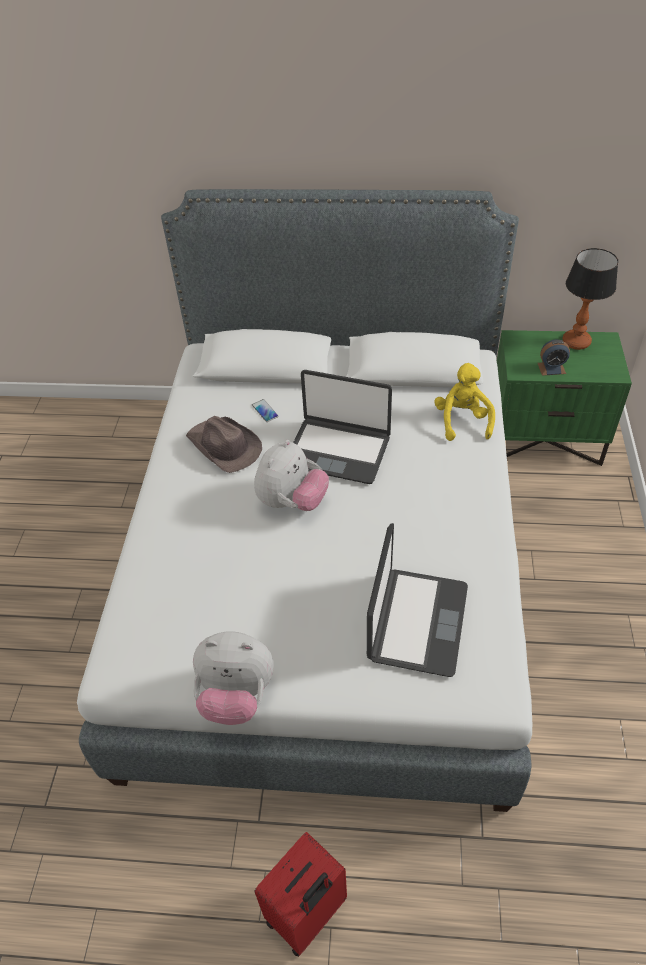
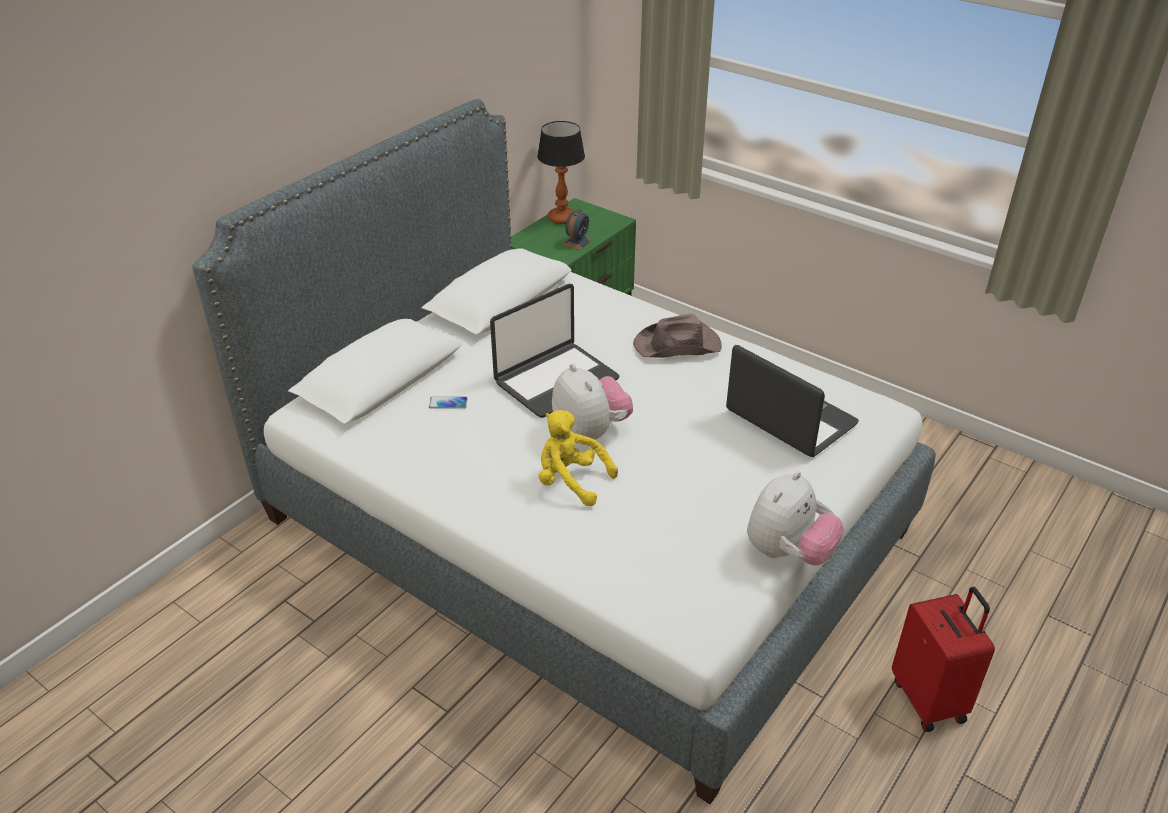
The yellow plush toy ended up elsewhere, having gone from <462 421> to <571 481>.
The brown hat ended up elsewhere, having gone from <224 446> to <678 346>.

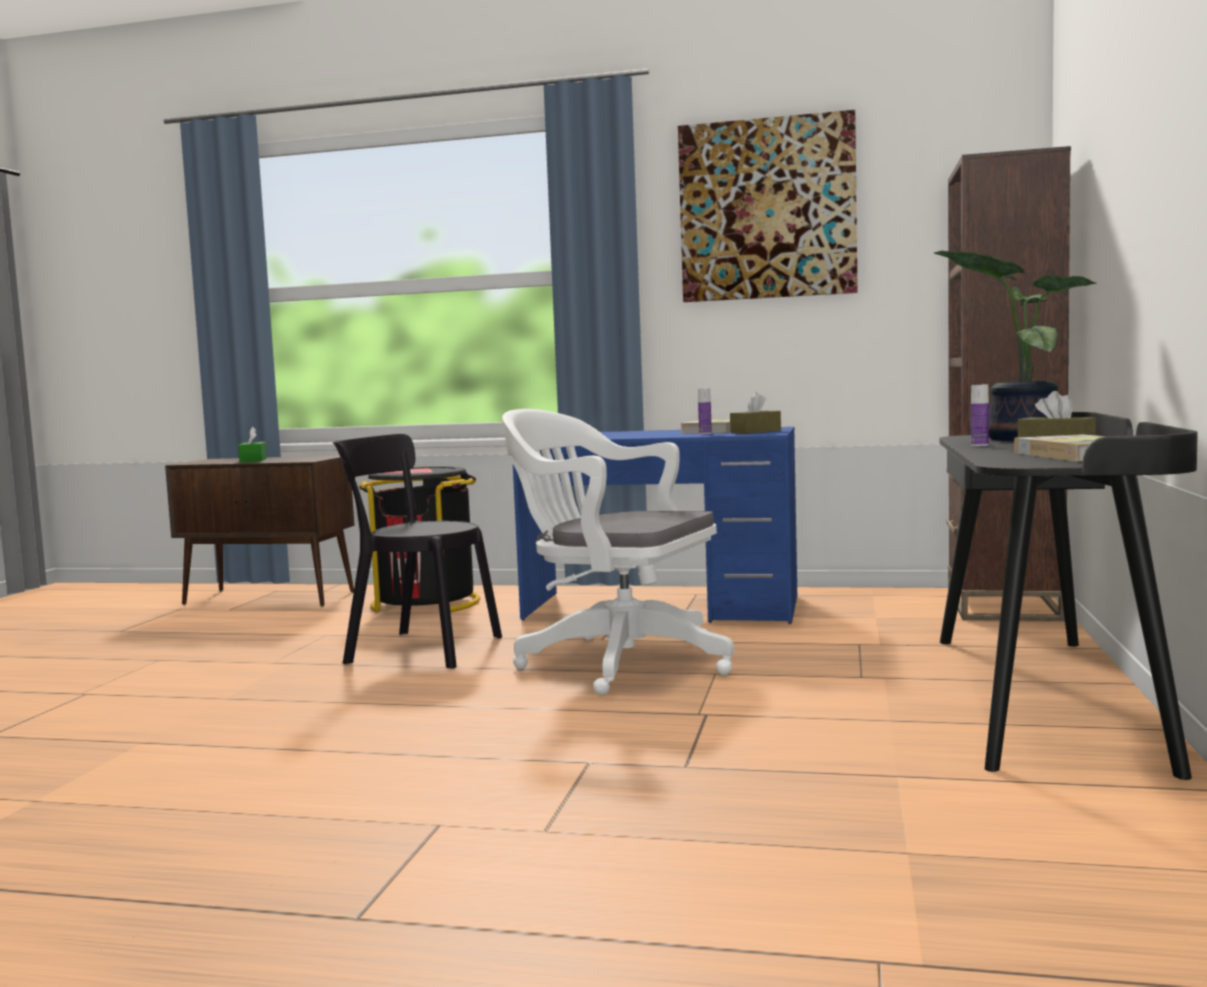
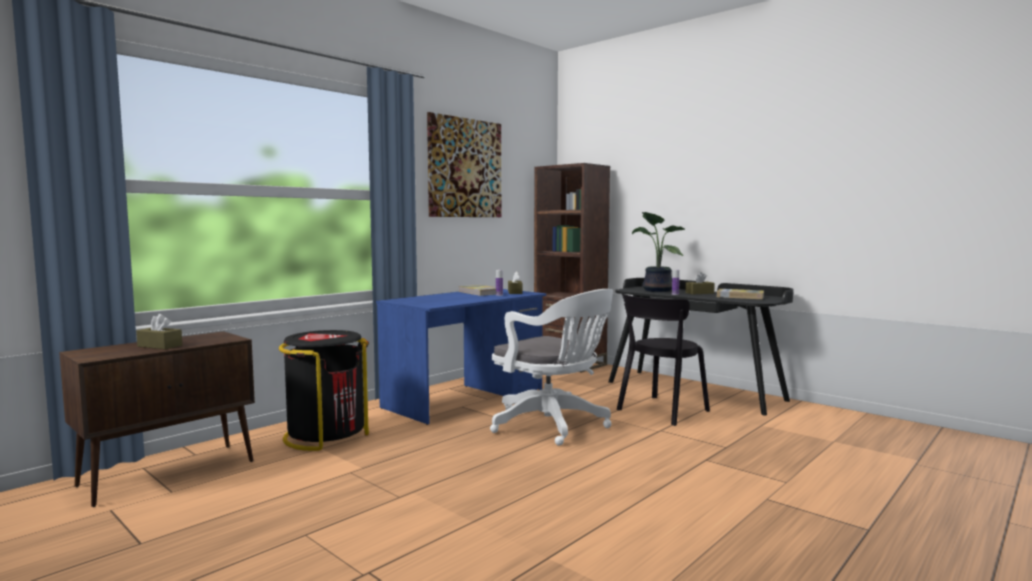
The white office chair at <616 661> ended up facing another way, 105 degrees counterclockwise from before.
What was the green tissue box at <253 460> turned into the brown tissue box at <160 346>.
The black chair ended up elsewhere, having gone from <418 649> to <660 411>.

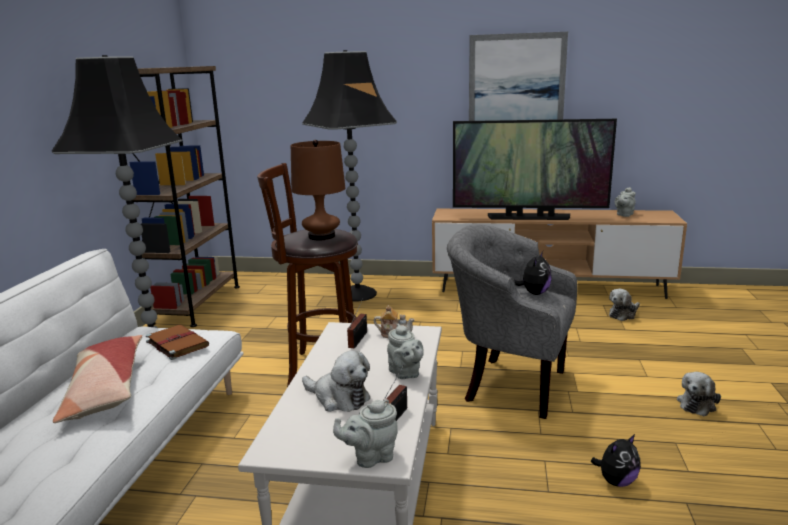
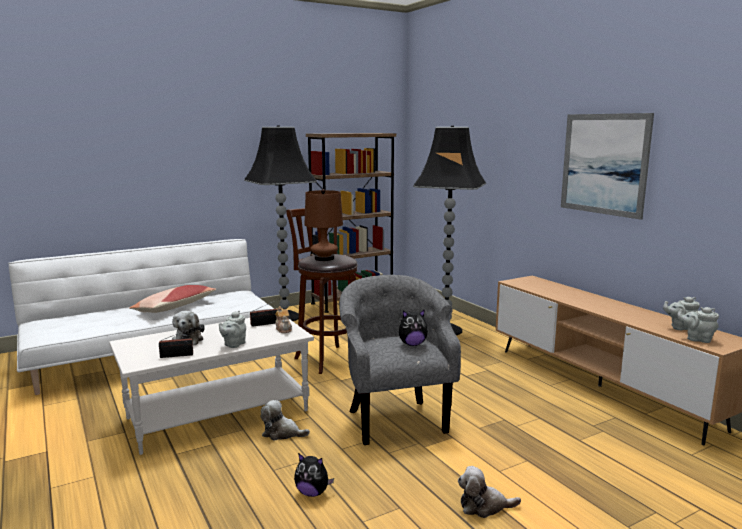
The second view lost the television at <529 217>.
The plush toy ended up elsewhere, having gone from <623 314> to <282 433>.
The second view lost the brown book at <176 343>.
The grey teapot ended up elsewhere, having gone from <370 457> to <697 339>.

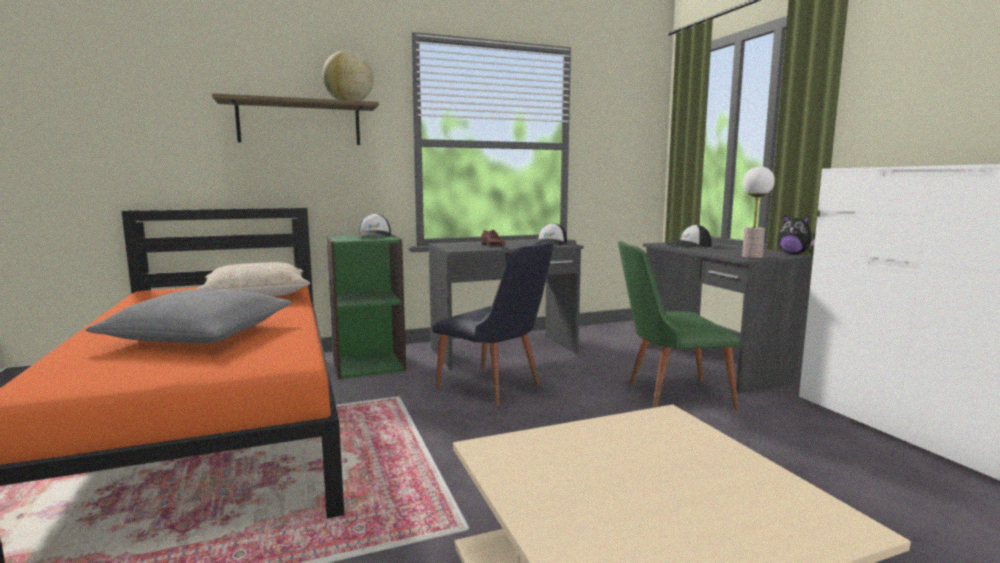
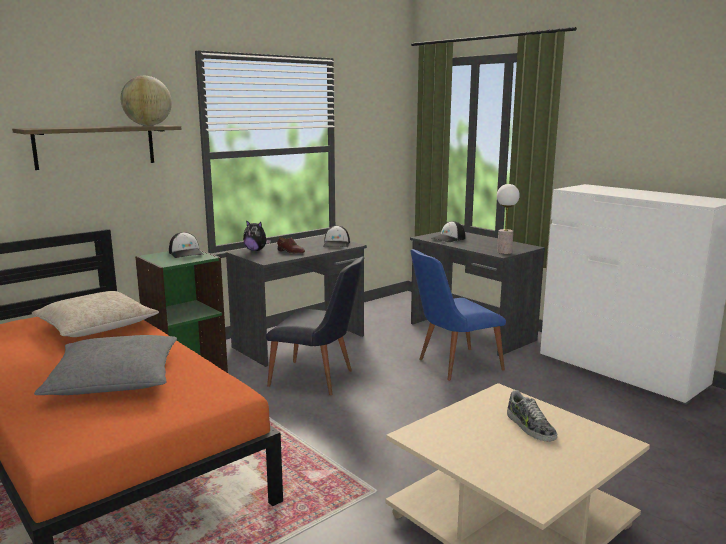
The plush toy ended up elsewhere, having gone from <793 254> to <256 250>.
What was the green chair at <668 394> turned into the blue chair at <452 365>.
The second view gained the shoe at <530 427>.

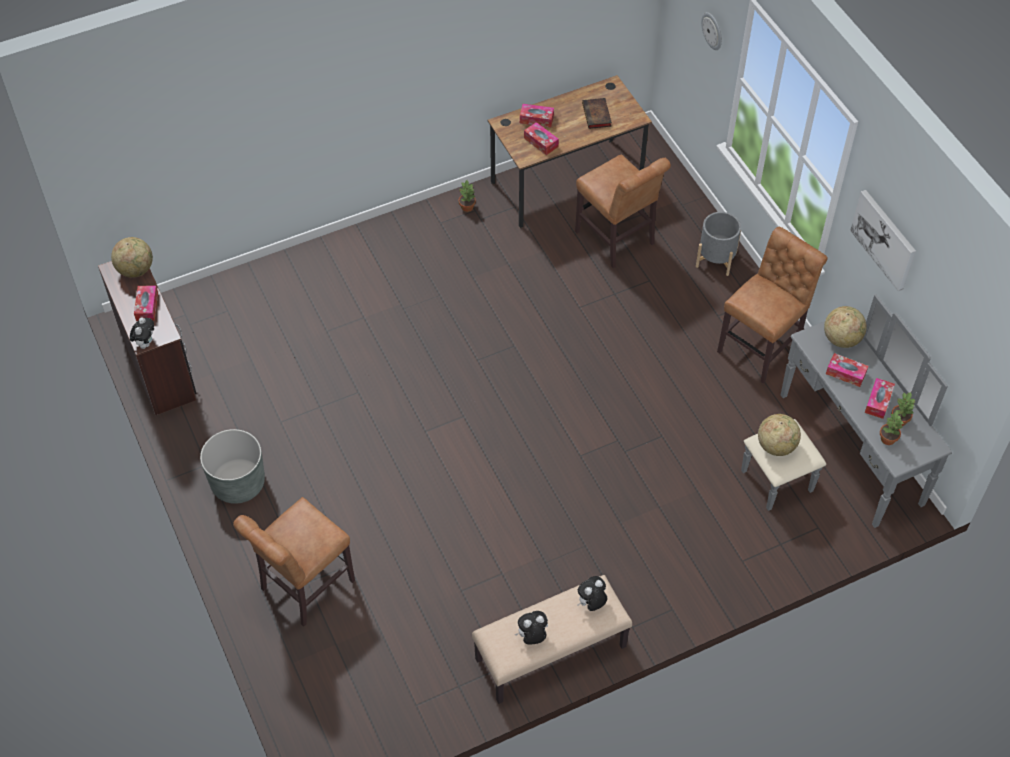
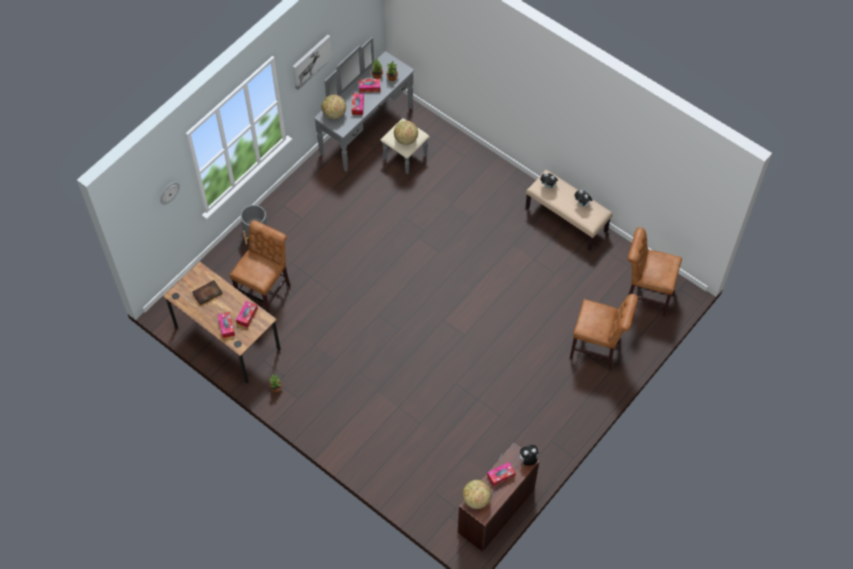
The brown chair ended up elsewhere, having gone from <762 346> to <645 294>.
The second view lost the grey planter at <238 483>.

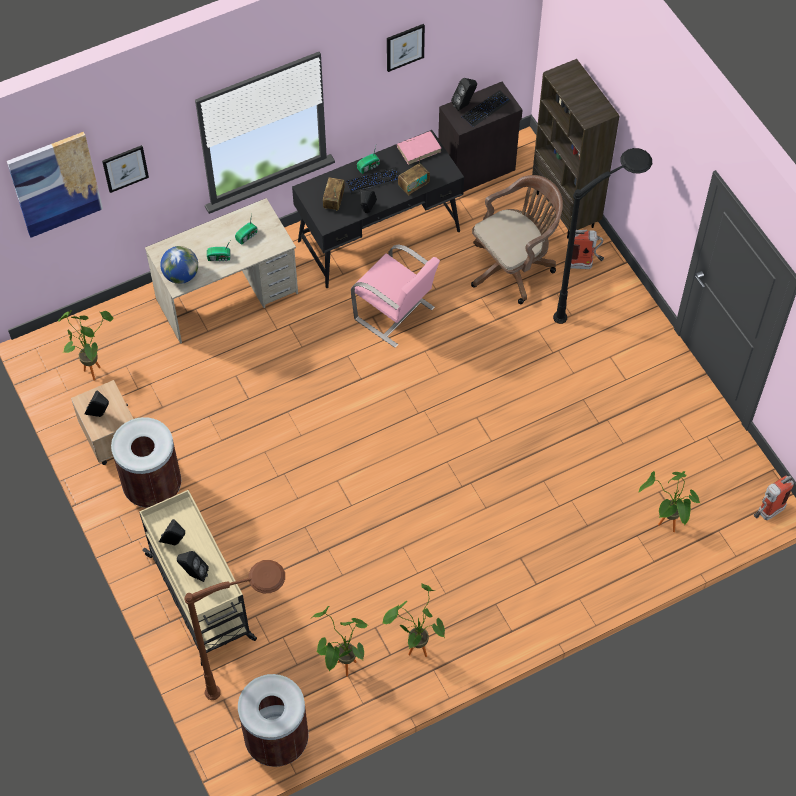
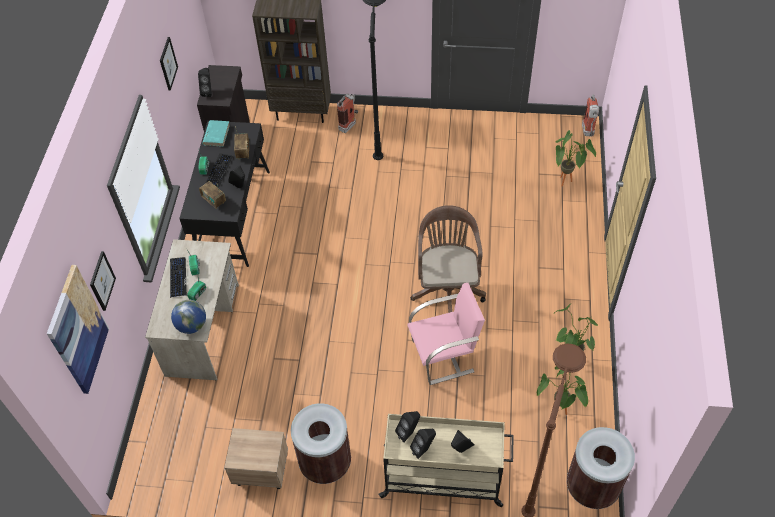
The keyboard ended up elsewhere, having gone from <486 109> to <178 277>.
What was the pink book at <419 149> turned into the turquoise book at <216 134>.
The brown office chair ended up elsewhere, having gone from <514 266> to <447 287>.
The pink chair ended up elsewhere, having gone from <395 314> to <444 355>.
The second view lost the potted plant at <93 368>.
The black speaker ended up elsewhere, having gone from <100 414> to <409 433>.

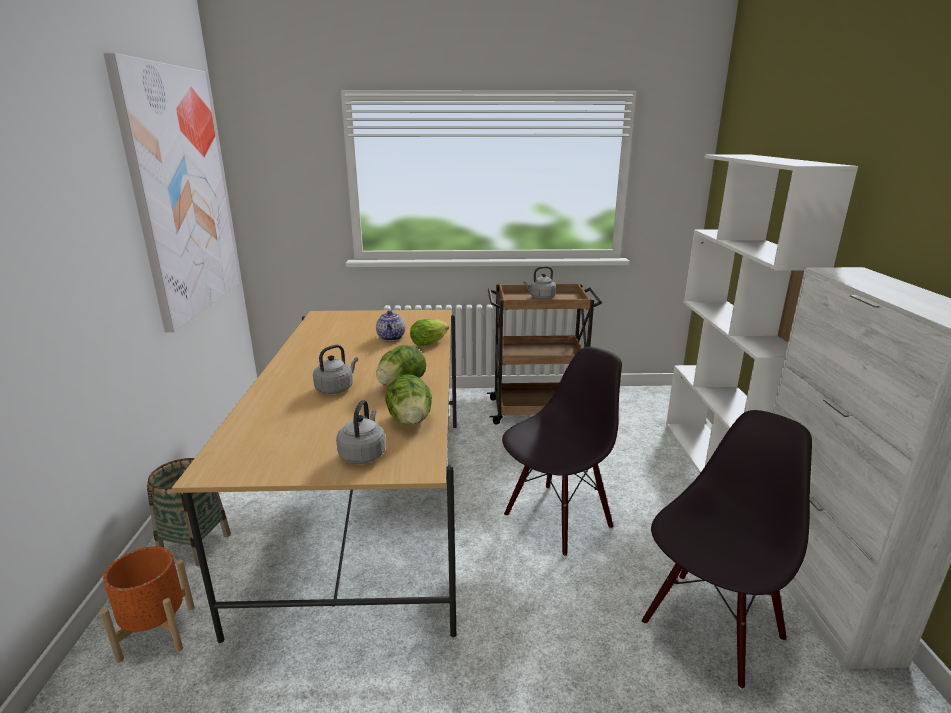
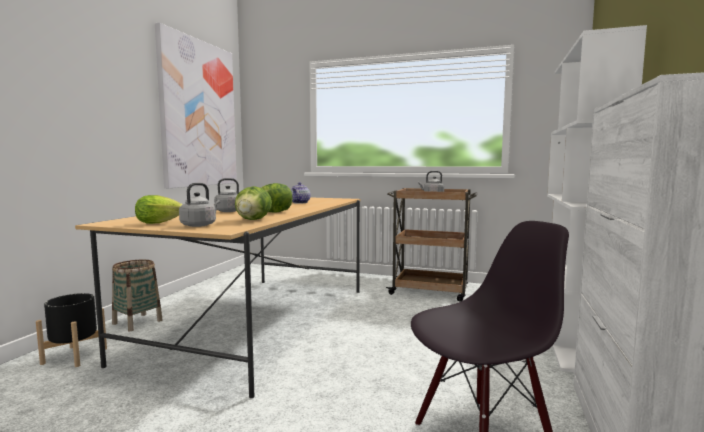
The lettuce ended up elsewhere, having gone from <430 343> to <161 223>.
The second view lost the black chair at <557 519>.
What was the orange planter at <157 633> turned into the black planter at <74 356>.

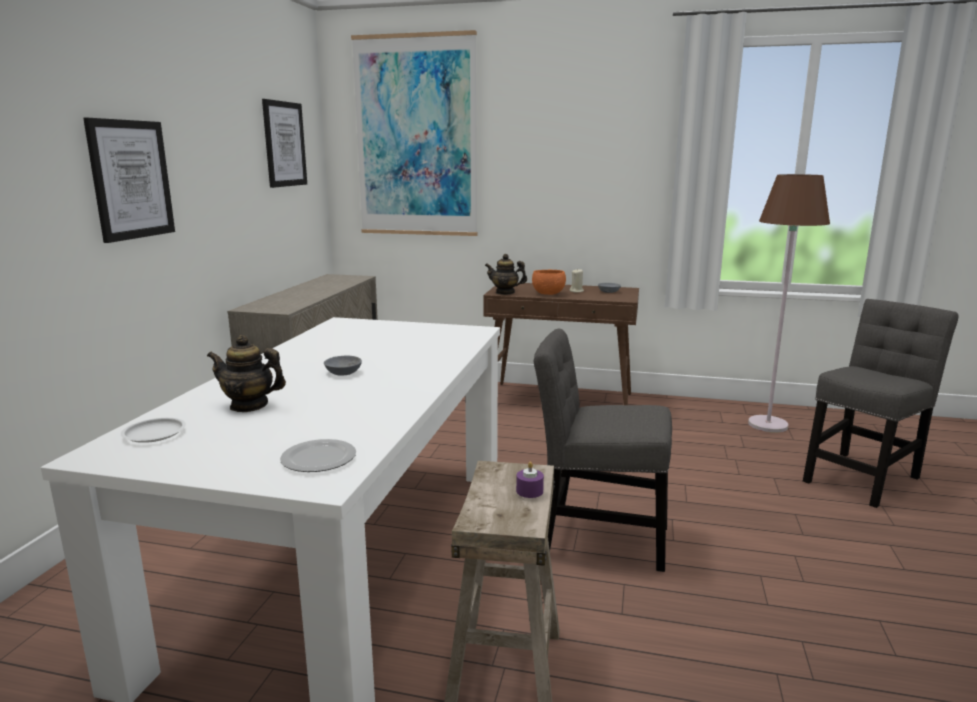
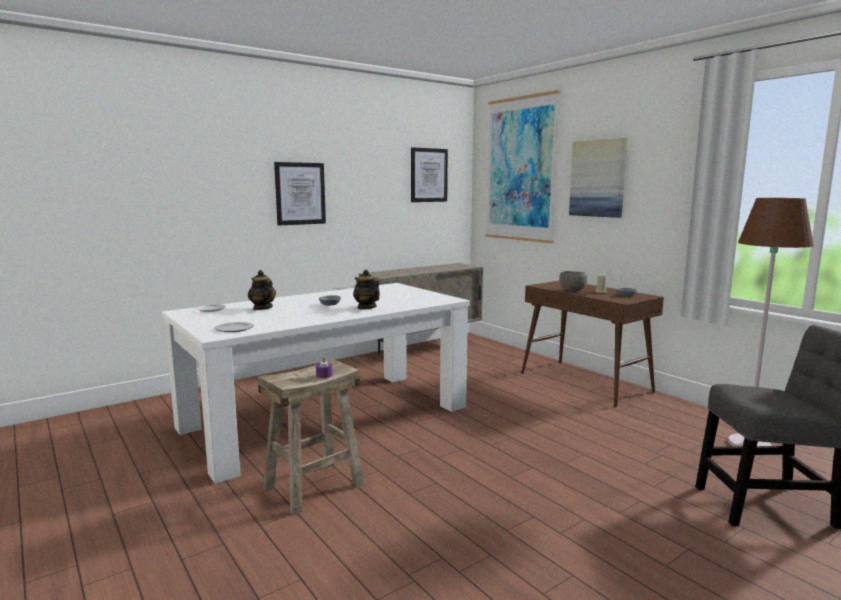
The teapot ended up elsewhere, having gone from <505 292> to <366 307>.
What was the orange bowl at <549 294> turned into the grey bowl at <572 291>.
The second view lost the grey chair at <597 537>.
The second view gained the picture at <598 178>.

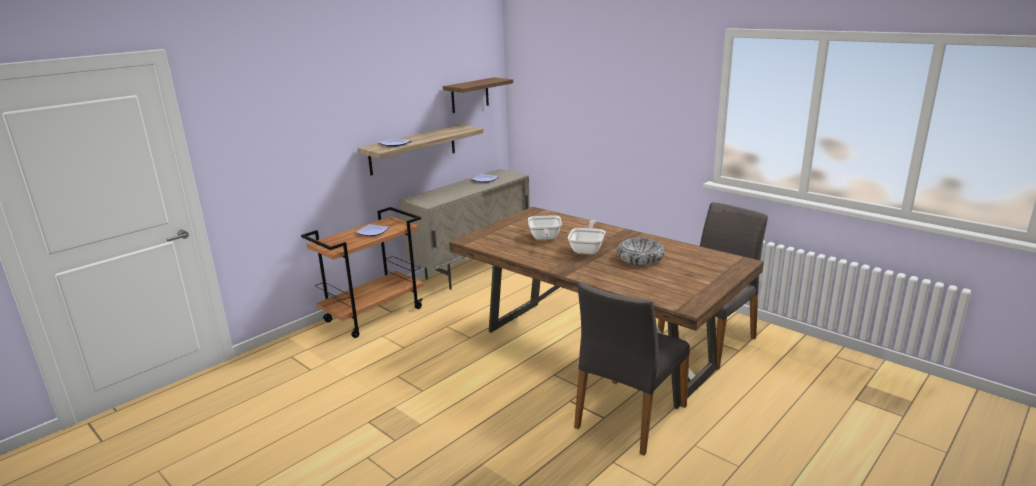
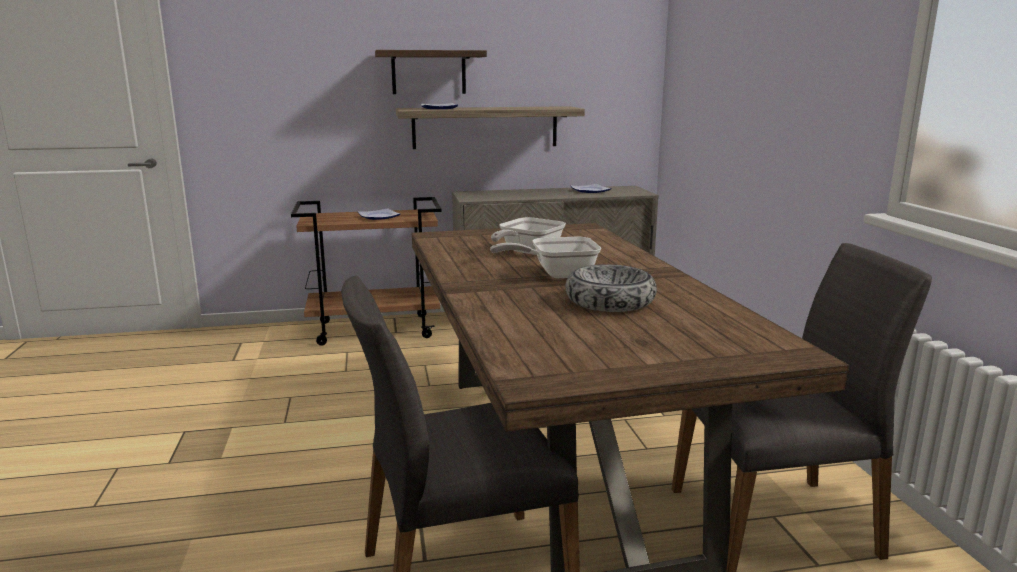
The shelf ended up elsewhere, having gone from <470 95> to <428 72>.
The frying pan at <588 249> ended up facing another way, 150 degrees counterclockwise from before.

